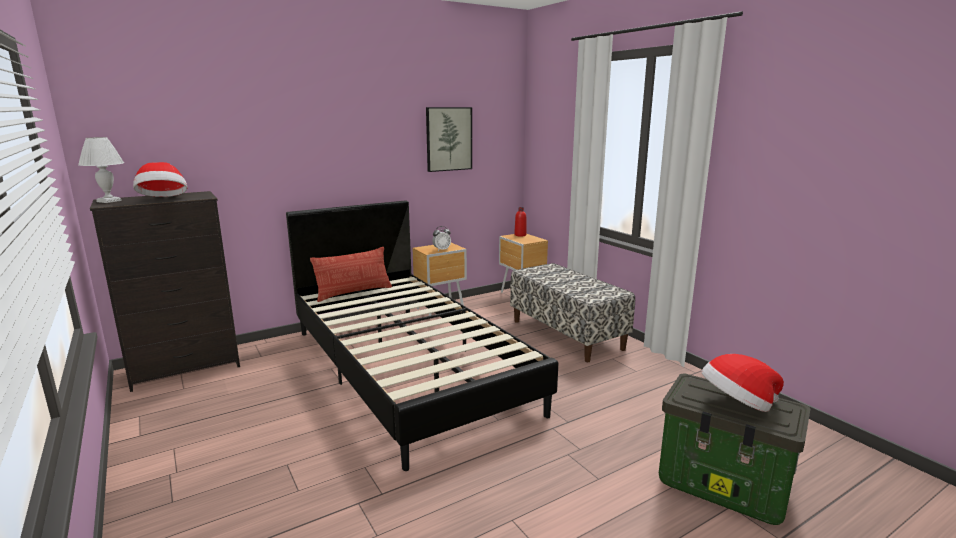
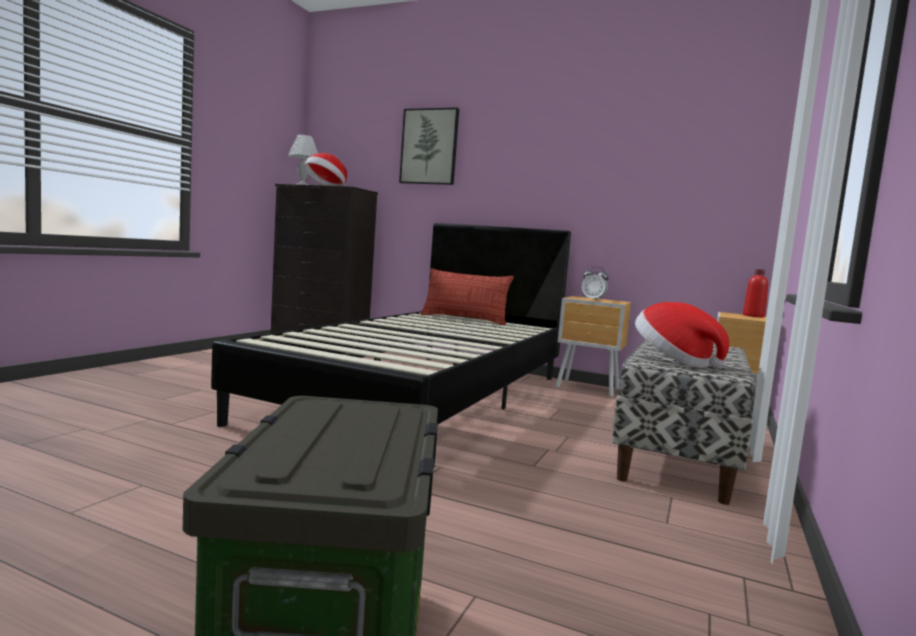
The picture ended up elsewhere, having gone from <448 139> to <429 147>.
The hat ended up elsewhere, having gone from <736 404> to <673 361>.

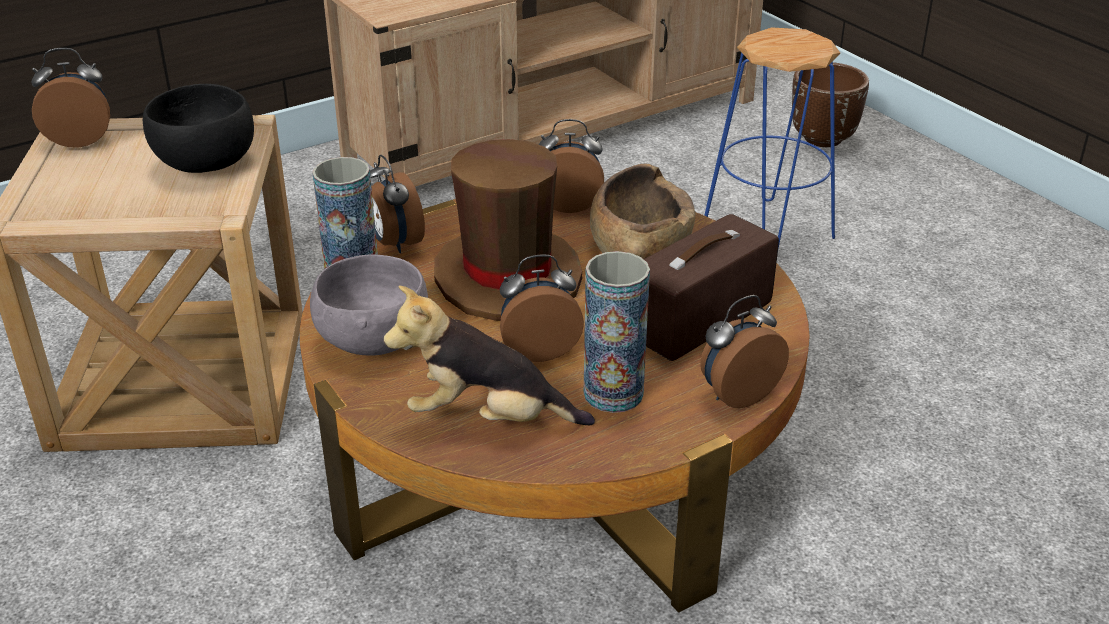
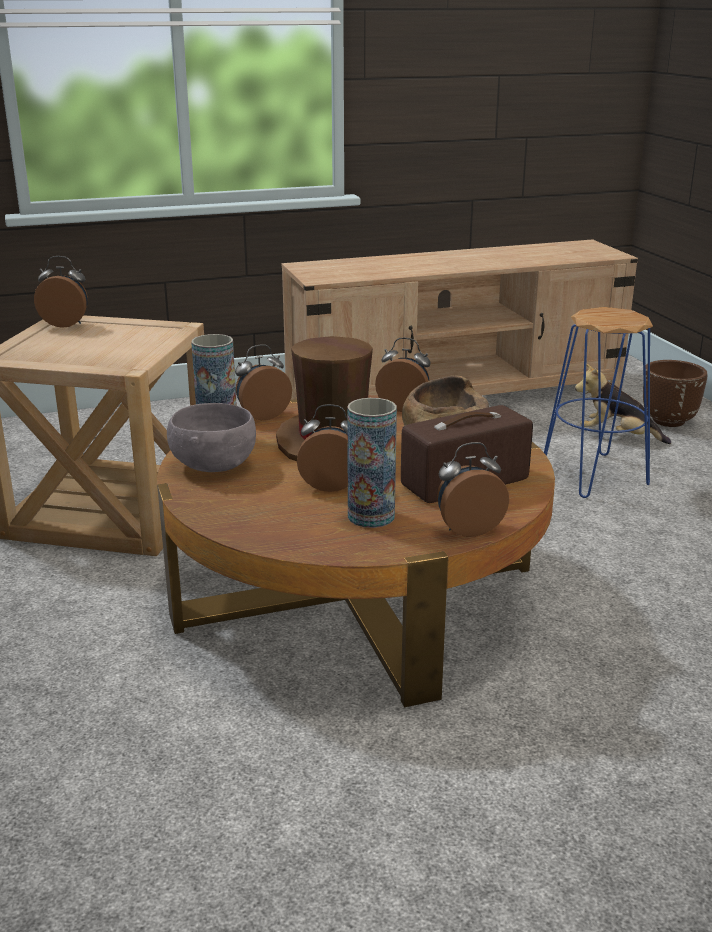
The second view lost the black bowl at <206 163>.
The alarm clock at <394 243> ended up facing another way, 75 degrees clockwise from before.
The plush toy ended up elsewhere, having gone from <487 418> to <617 437>.

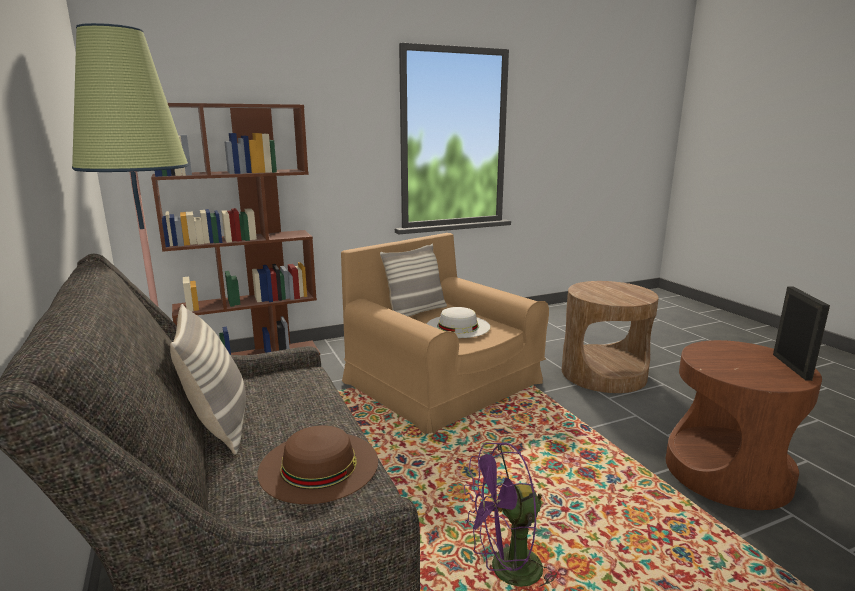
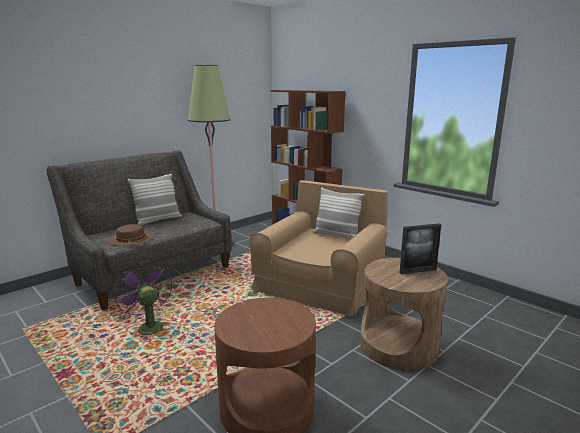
The picture frame ended up elsewhere, having gone from <791 367> to <418 271>.
The second view lost the white hat at <458 326>.

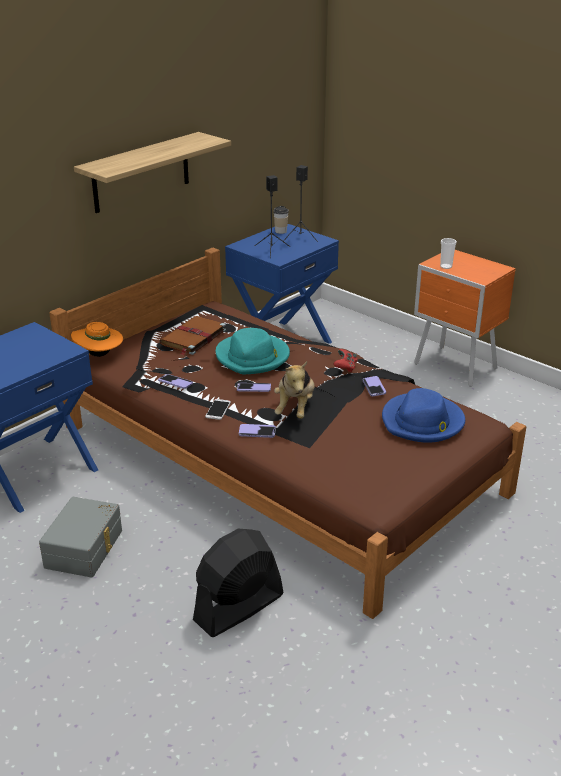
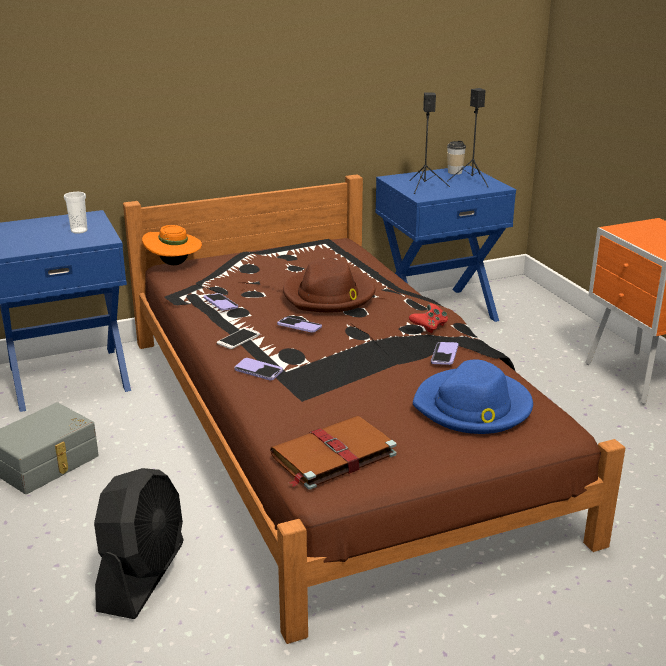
The second view lost the shelf at <141 172>.
The cup ended up elsewhere, having gone from <446 266> to <79 231>.
The brown book ended up elsewhere, having gone from <193 338> to <332 456>.
What was the turquoise hat at <253 357> turned into the brown hat at <329 295>.
The second view lost the plush toy at <295 408>.
The black fan at <238 608> ended up facing another way, 120 degrees clockwise from before.

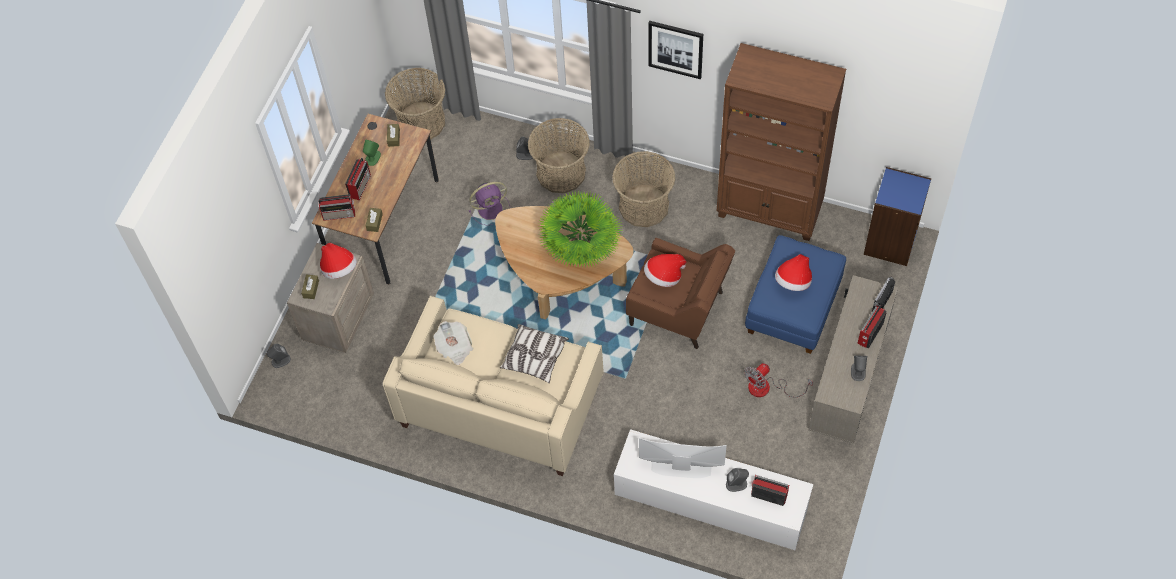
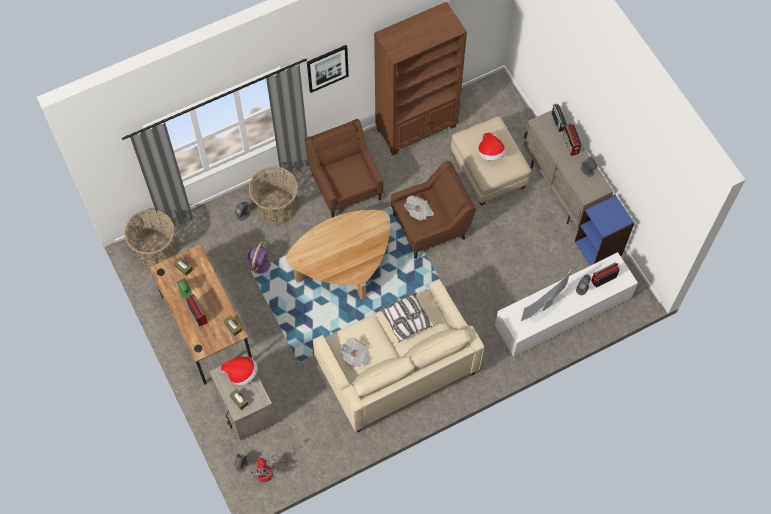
Where the basket stood at <644 206>, the brown armchair came to stand at <345 185>.
The blue bookcase ended up elsewhere, having gone from <891 242> to <598 248>.
The second view lost the potted plant at <582 250>.
The second view lost the radio at <340 214>.
What was the blue ottoman at <792 307> turned into the beige ottoman at <488 171>.
Where the hat stood at <664 276>, the newspaper came to stand at <419 212>.
The fan ended up elsewhere, having gone from <767 388> to <269 469>.

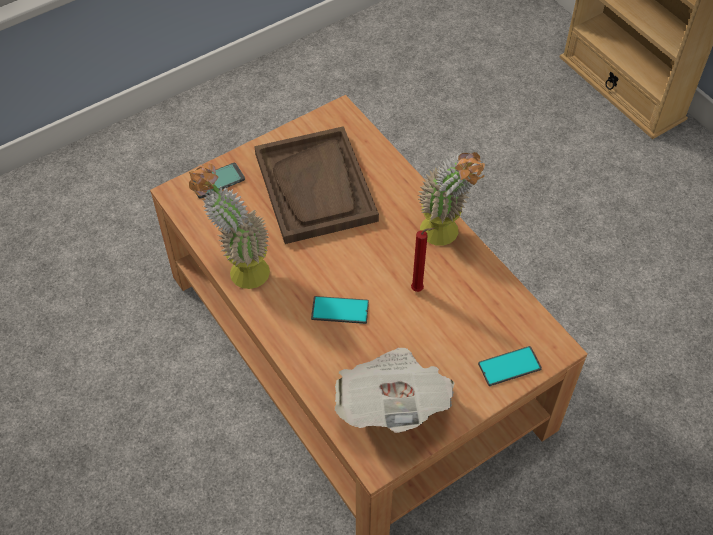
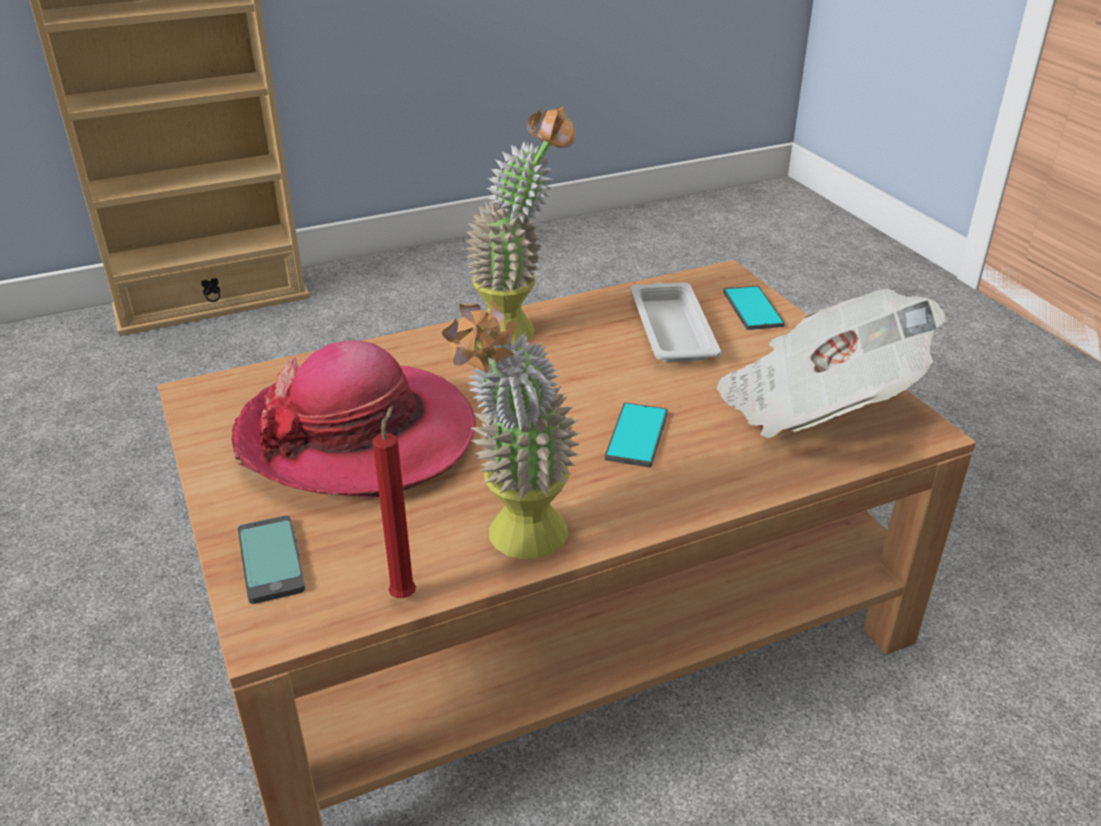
Where the brown tray stood at <315 187>, the hat came to stand at <357 435>.
The red candle ended up elsewhere, having gone from <419 289> to <405 593>.
The second view gained the white tray at <671 329>.

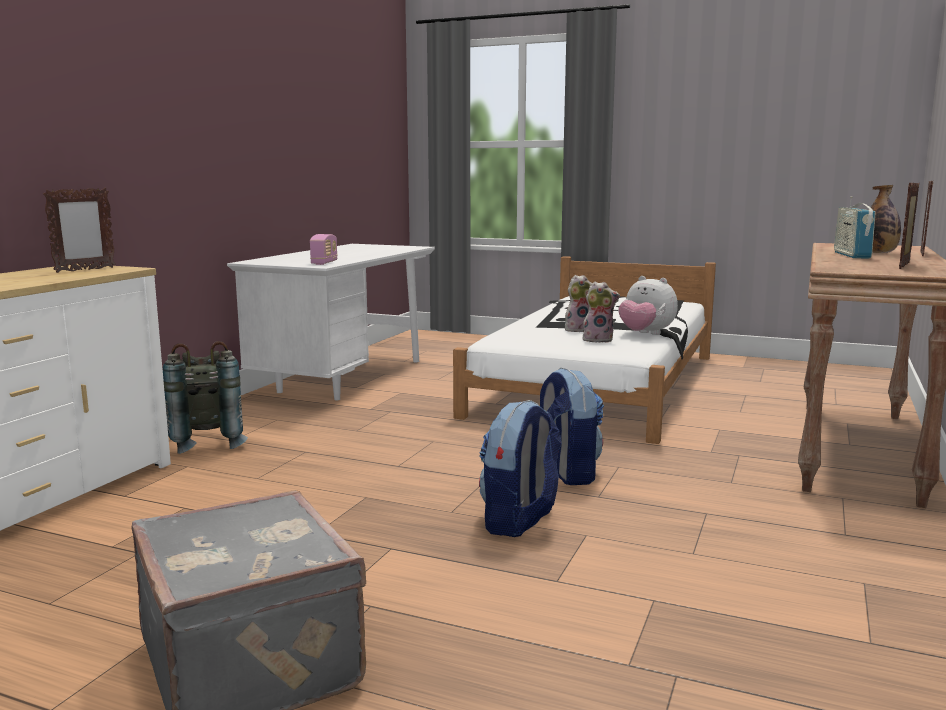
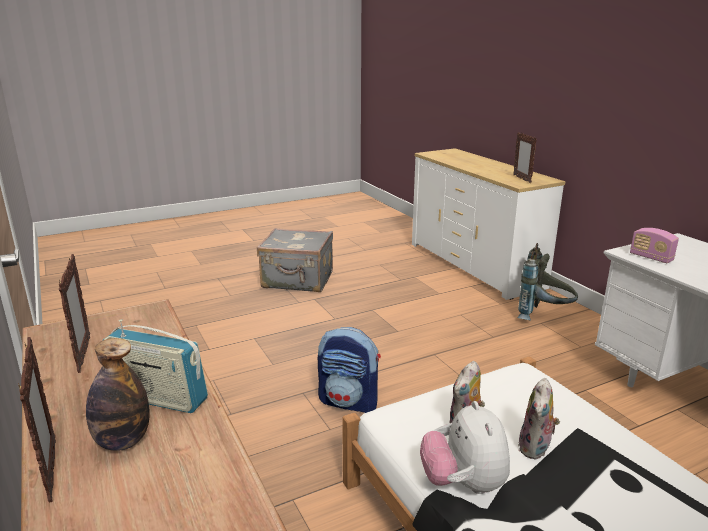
The radio at <851 255> ended up facing another way, 150 degrees clockwise from before.
The plush toy at <645 334> ended up facing another way, 90 degrees counterclockwise from before.
The second view lost the backpack at <520 521>.

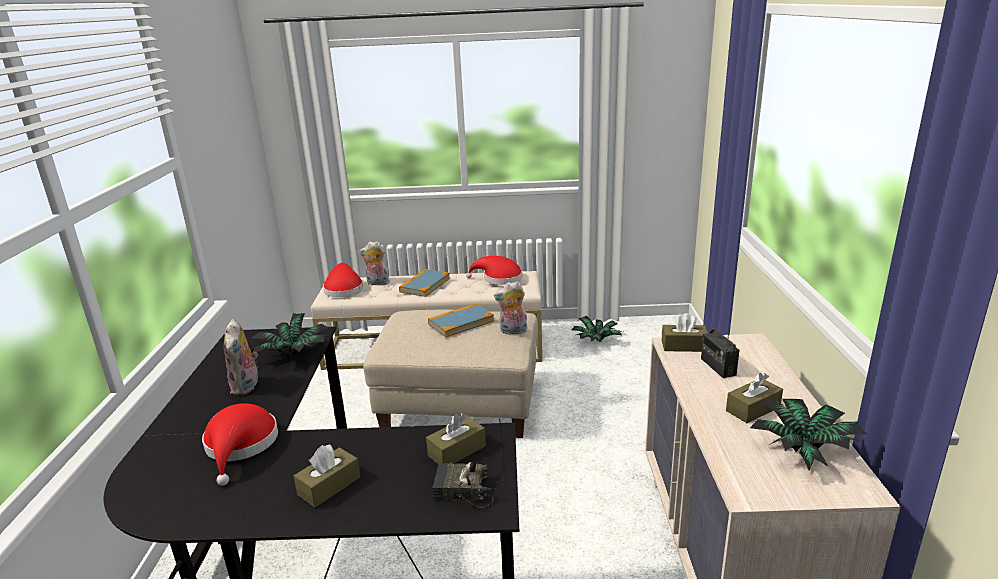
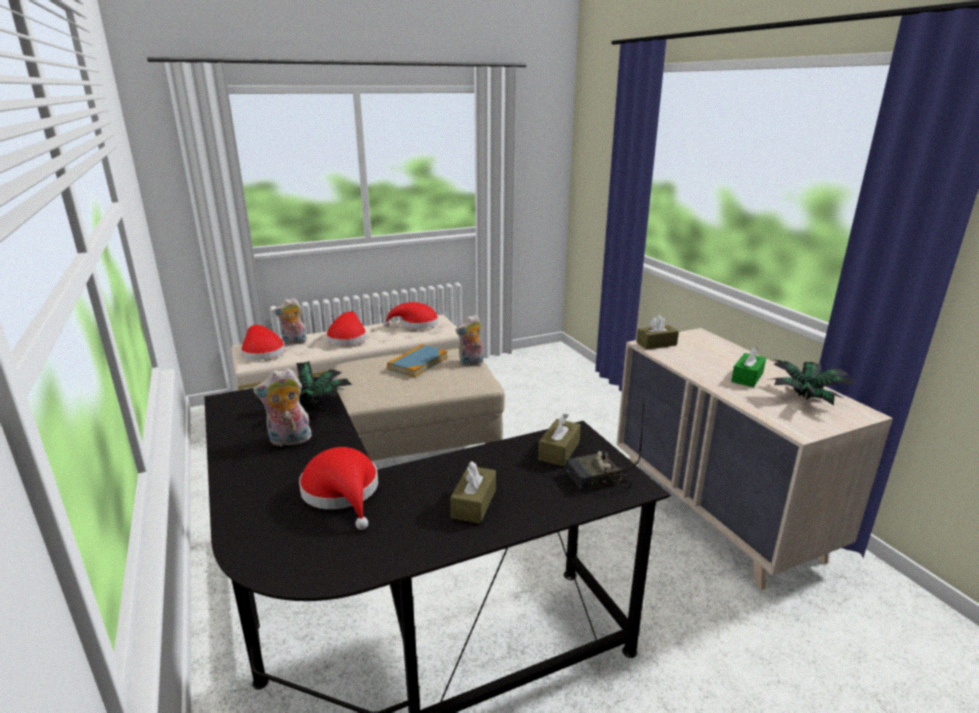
Where the book stood at <425 285>, the red hat came to stand at <347 338>.
The second view lost the potted plant at <595 341>.
The plush toy at <247 386> ended up facing another way, 105 degrees clockwise from before.
The second view lost the radio at <717 367>.
What was the brown tissue box at <753 409> turned into the green tissue box at <747 377>.

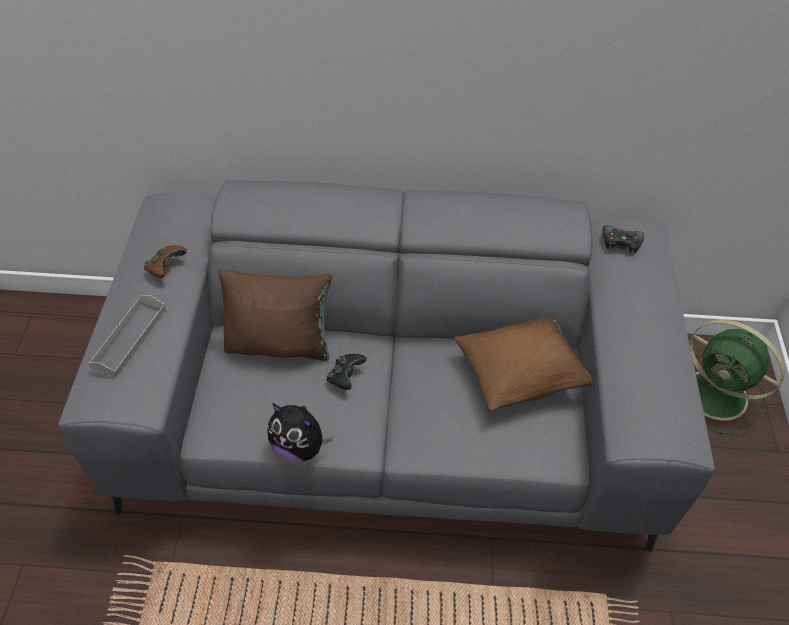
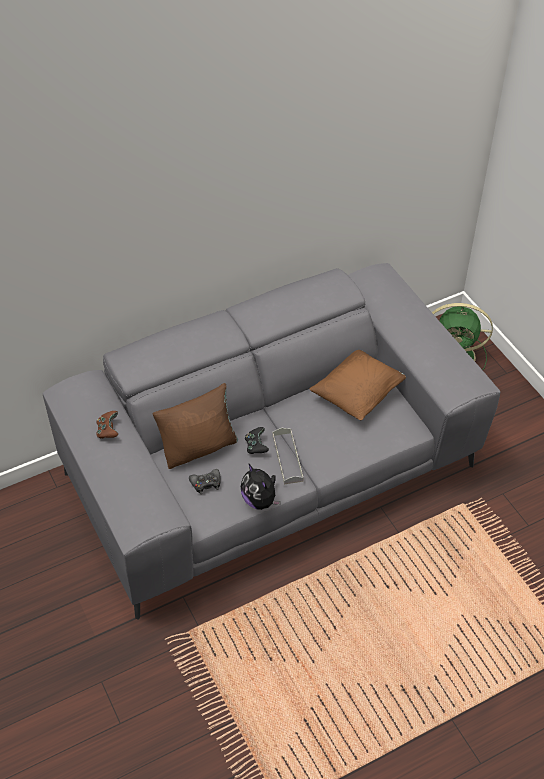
The black game controller ended up elsewhere, having gone from <621 243> to <206 483>.
The grey tray ended up elsewhere, having gone from <129 338> to <287 458>.
The plush toy at <299 447> ended up facing another way, 60 degrees clockwise from before.

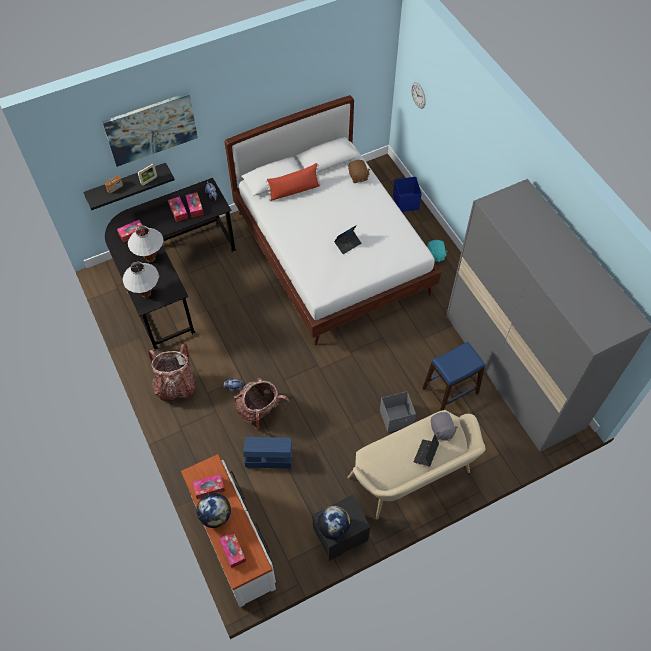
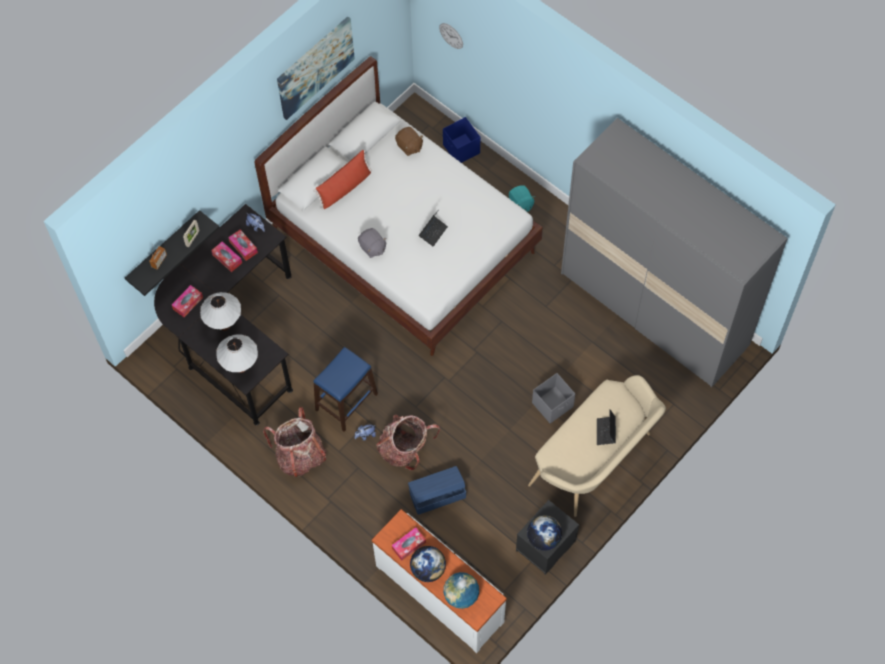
The picture ended up elsewhere, having gone from <151 128> to <315 67>.
The blue stool ended up elsewhere, having gone from <450 391> to <347 402>.
The grey plush toy ended up elsewhere, having gone from <441 430> to <372 248>.
Where the tissue box stood at <233 551>, the globe came to stand at <461 596>.

